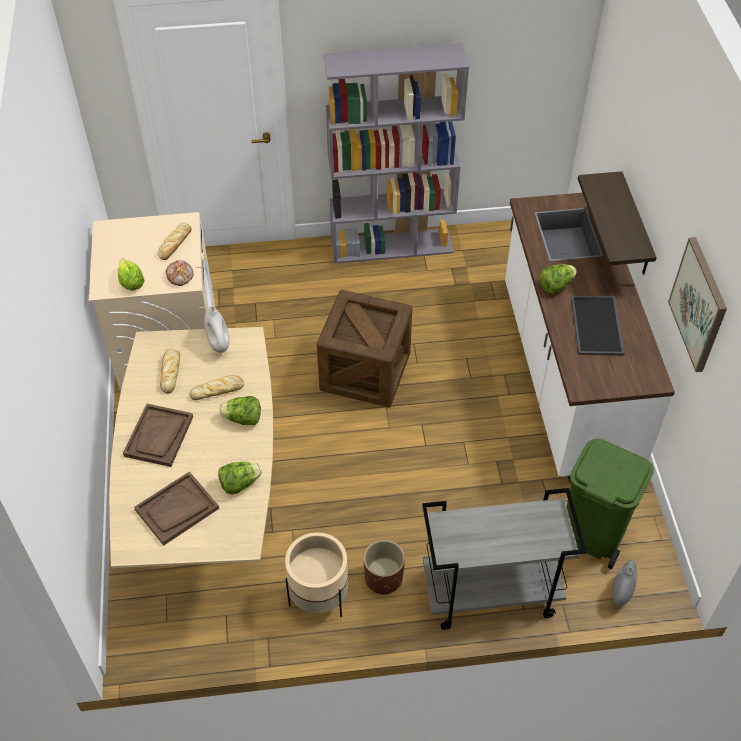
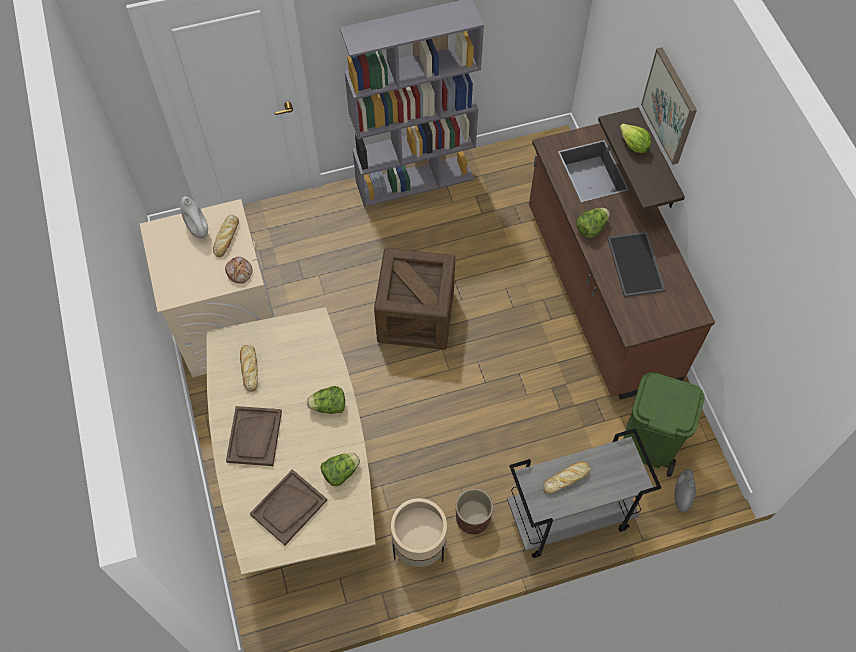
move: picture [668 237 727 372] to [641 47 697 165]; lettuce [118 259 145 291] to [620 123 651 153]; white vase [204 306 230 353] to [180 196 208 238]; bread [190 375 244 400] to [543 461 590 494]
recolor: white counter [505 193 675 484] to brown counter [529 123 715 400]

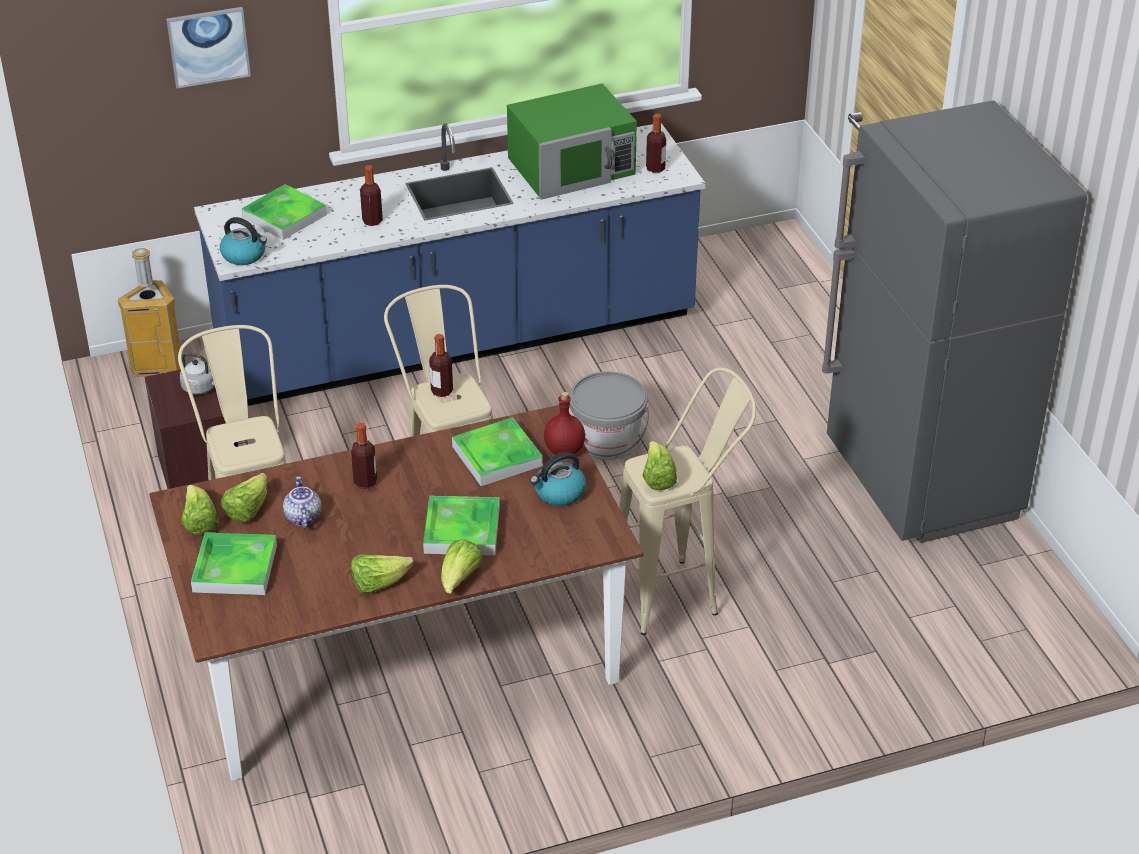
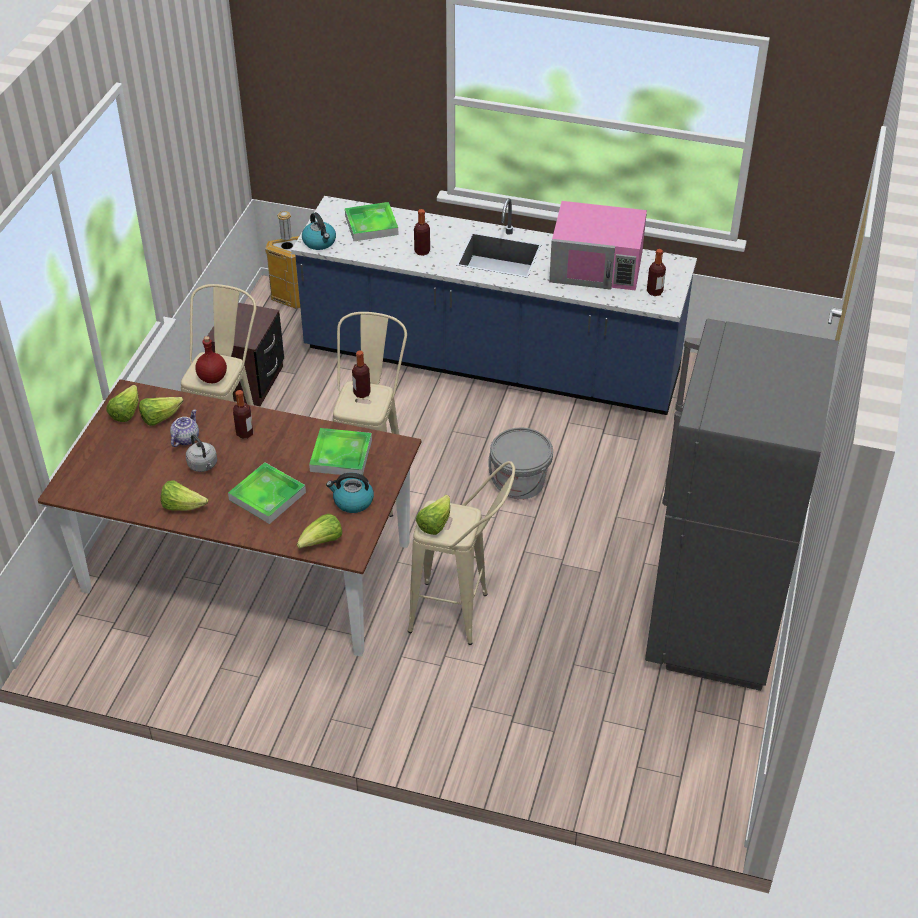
delete: picture [166 7 251 89]; tray [191 532 277 595]
move: grey kettle [180 353 215 395] to [186 434 217 472]; red bottle [544 392 585 455] to [195 336 227 384]; lettuce [441 539 483 594] to [297 514 342 549]
recolor: green microwave [507 84 637 200] to pink microwave [549 201 647 291]

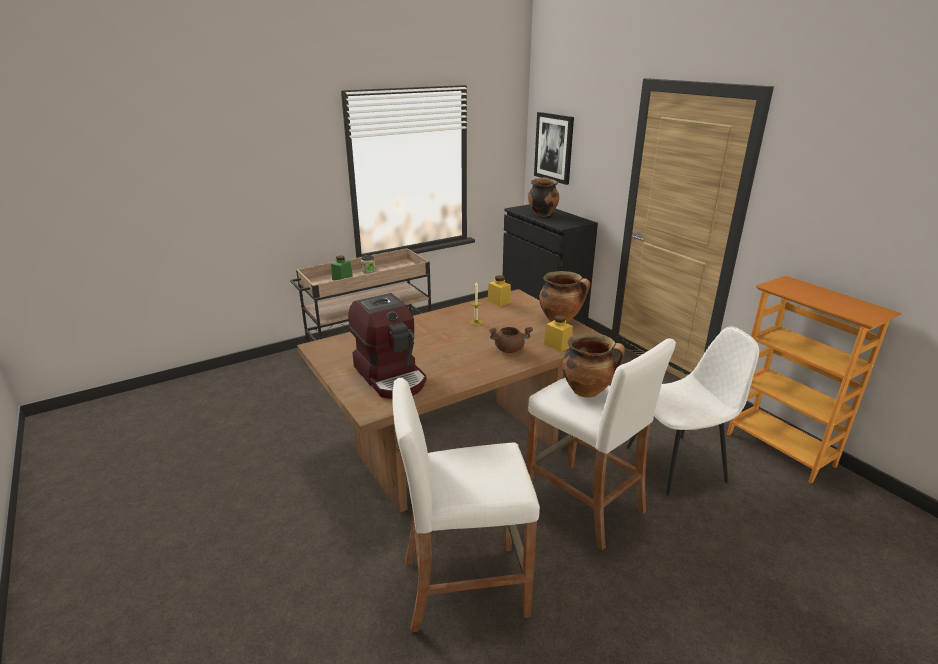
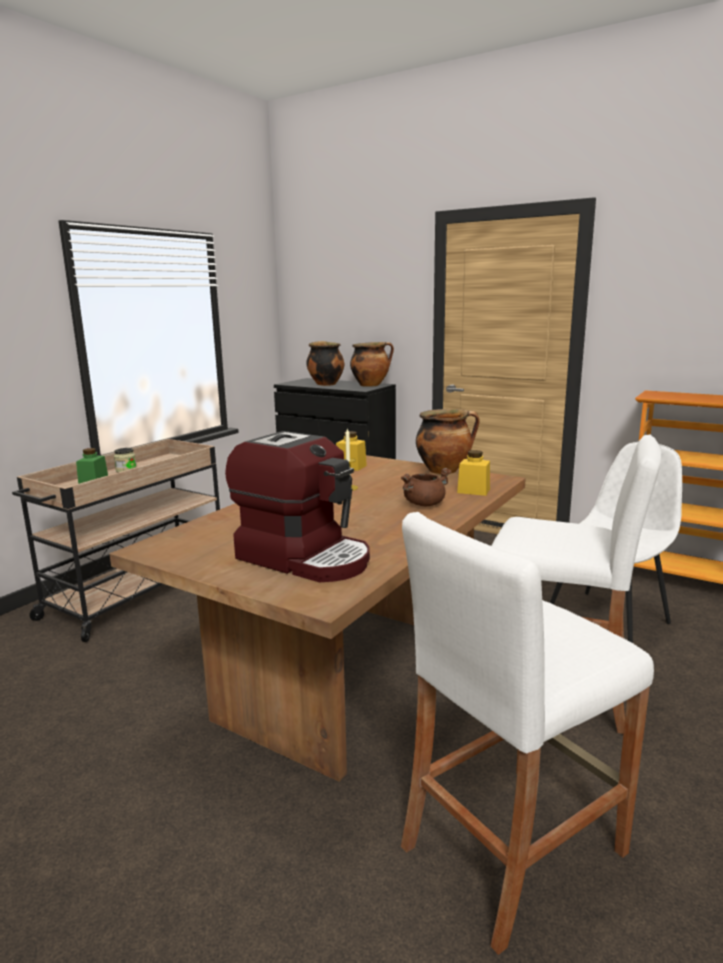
delete: picture [534 112 574 185]
move: cooking pot [562 333 625 398] to [350 342 394 387]

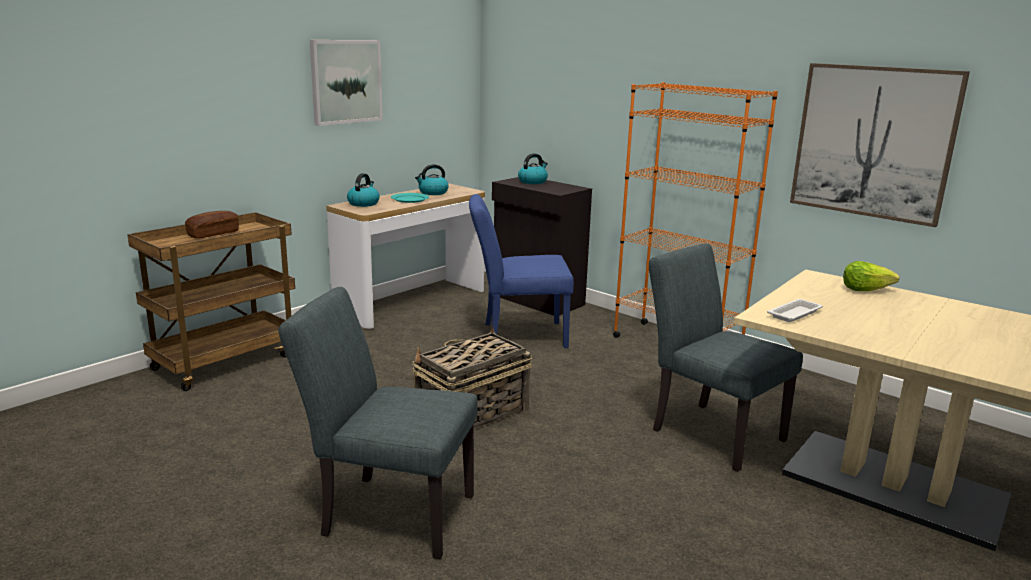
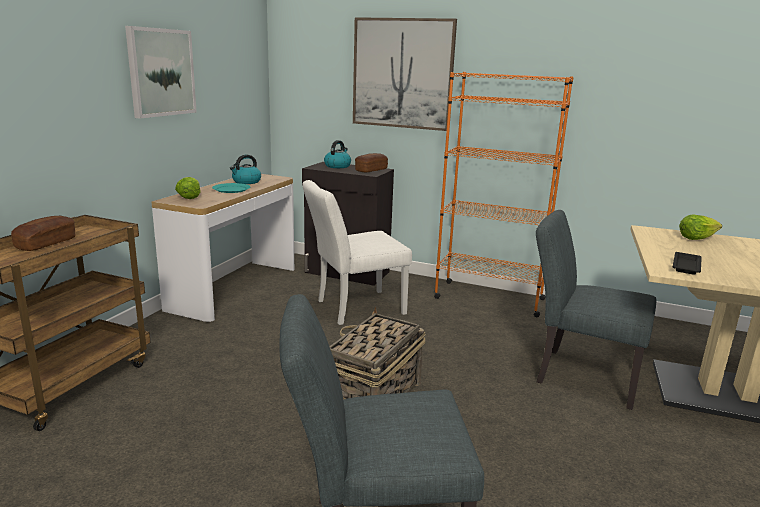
insert: bread [355 153 388 172]
move: picture [790 63 970 227] to [353 17 457 131]
replace: kettle [347 173 380 207] to lettuce [175 177 200 199]
recolor: blue chair [469 194 574 348] to white chair [302 180 412 325]; white tray [767 299 823 322] to black tray [673 252 702 275]

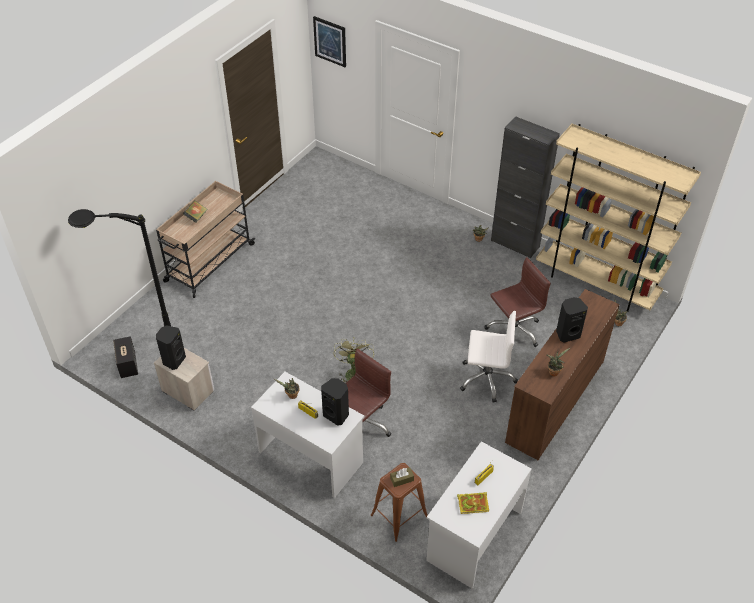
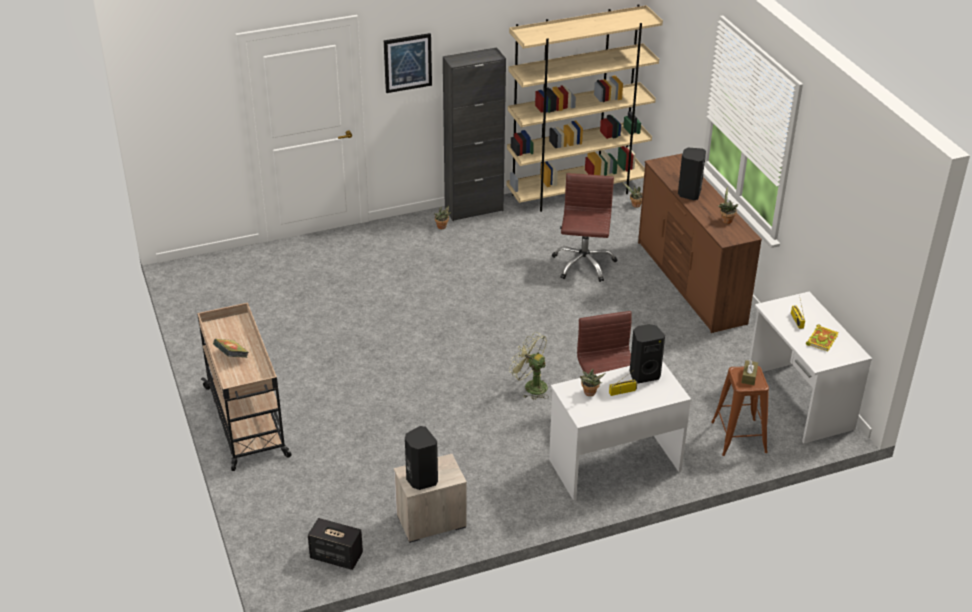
delete: black floor lamp [68 209 171 326]; white office chair [460 311 518 403]
move: picture [313 16 346 67] to [384 33 432 93]

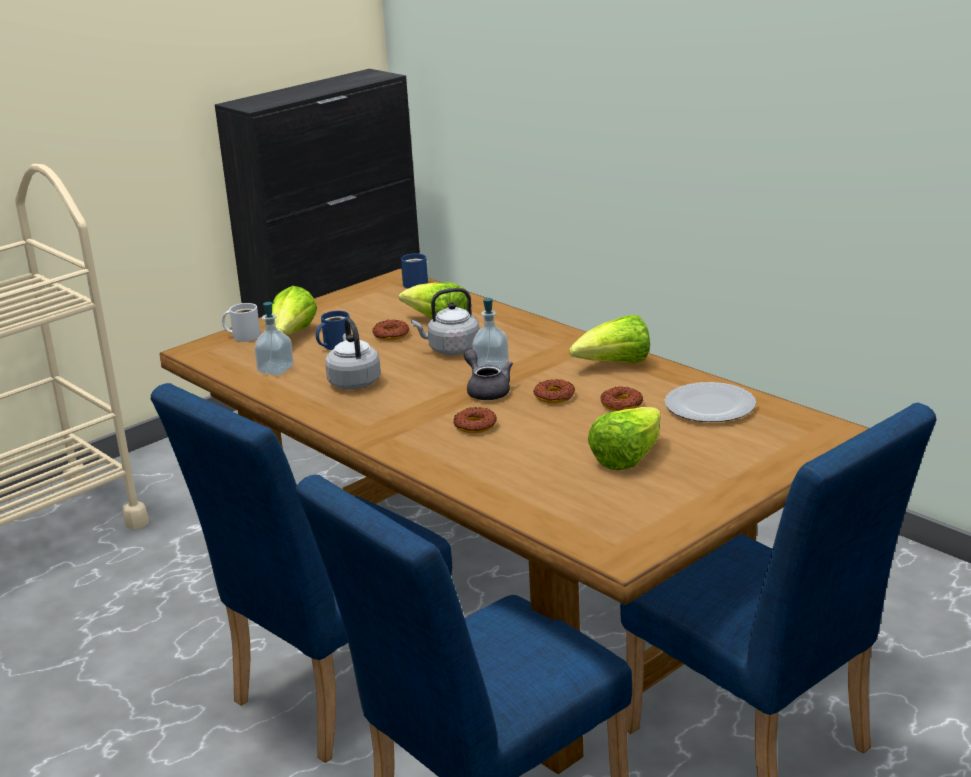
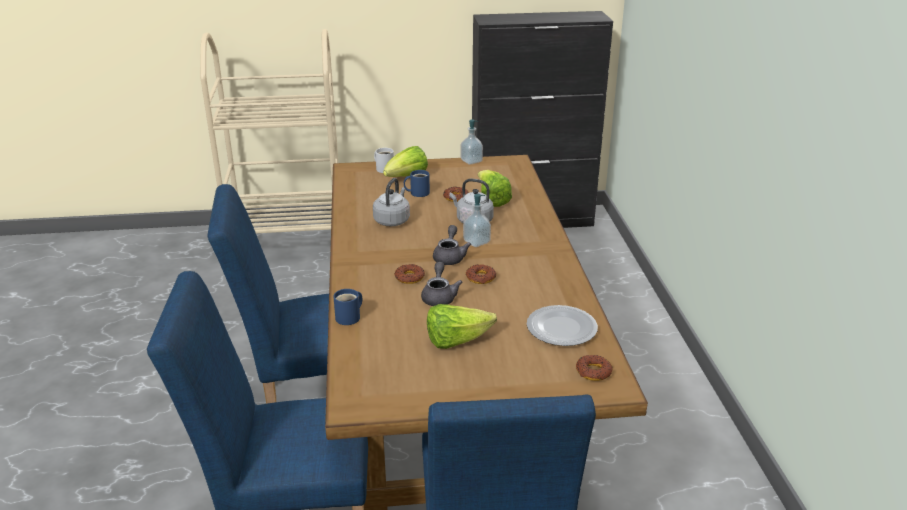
delete: lettuce [569 315 650 364]
insert: grey teapot [421 262 462 306]
move: blue mug [401 253 428 288] to [333 289 362 325]; soap dispenser [254 302 294 375] to [461 119 483 165]; donut [600 386 643 411] to [576 355 613 381]

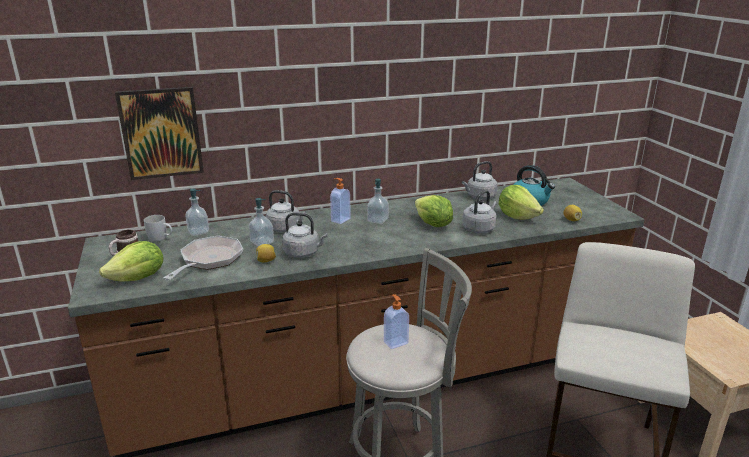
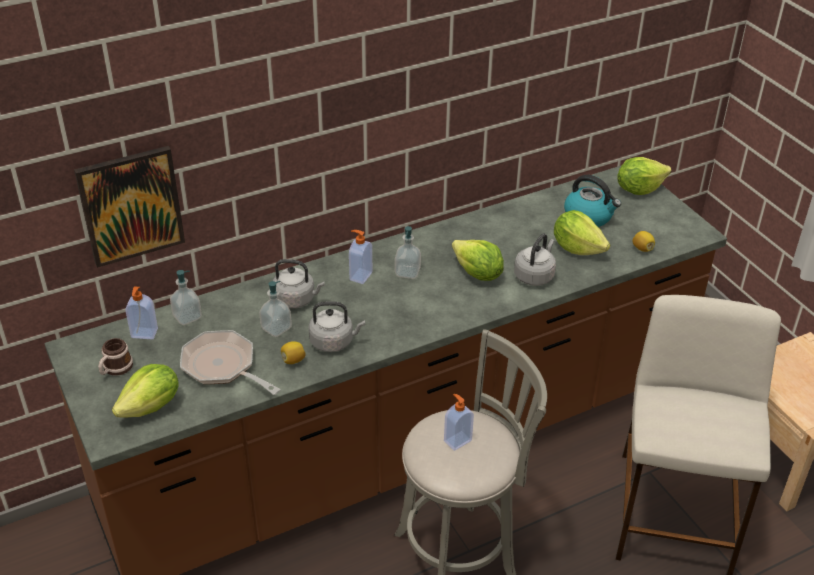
delete: grey kettle [462 161 498 200]
insert: lettuce [617 157 671 195]
replace: white mug [144 215 172 242] to soap dispenser [125 286 158 339]
rotate: frying pan [163 236 243 280] = [180 330 281 395] 60 degrees counterclockwise

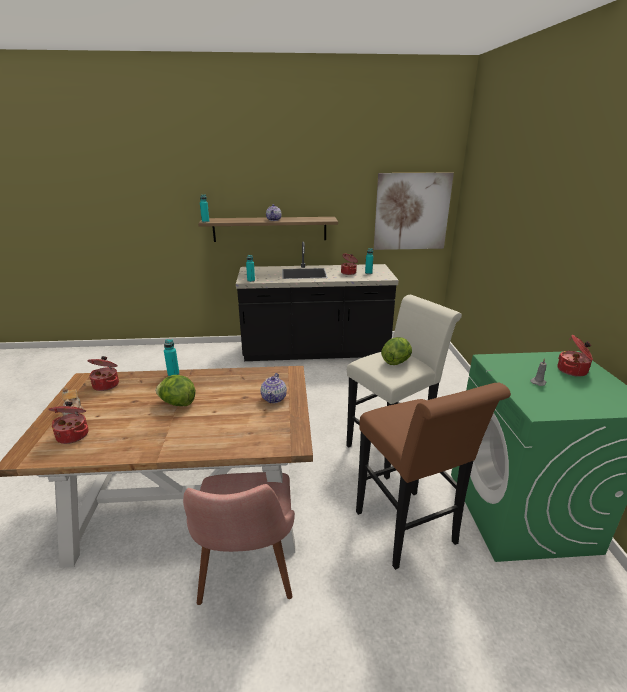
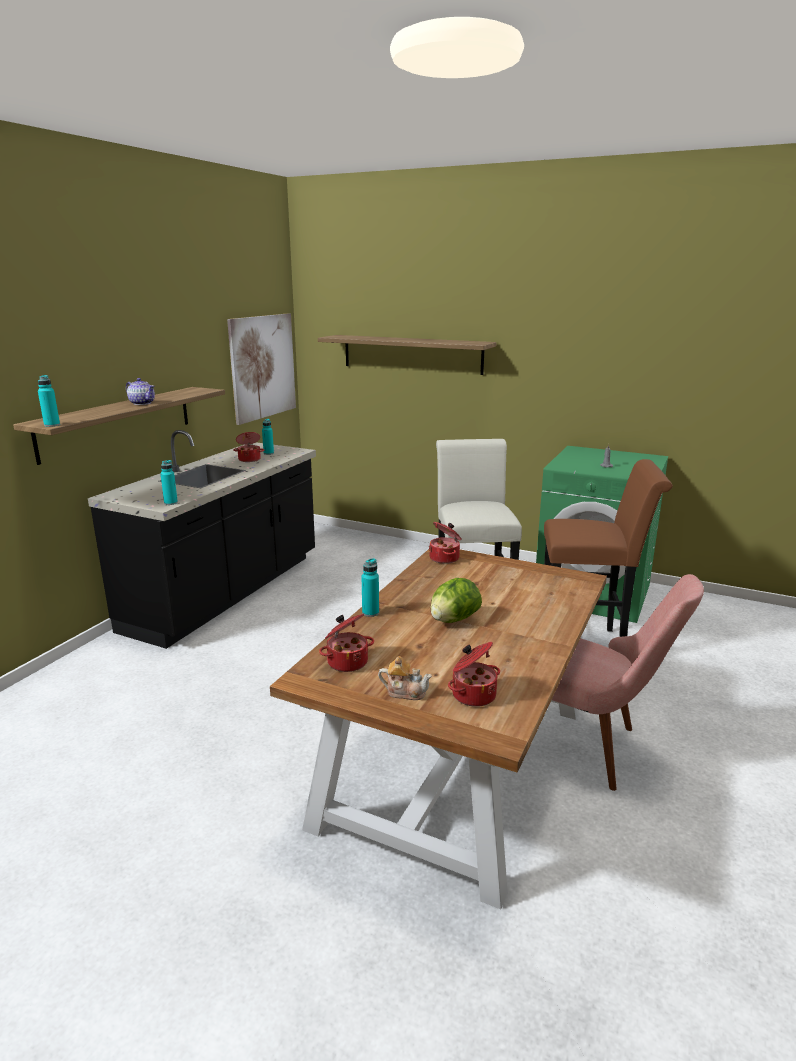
delete: lettuce [381 337 412 365]; teapot [261 373 287 403]
insert: shelf [318 335 497 375]
move: cooking pot [557 335 593 377] to [429 522 462 564]

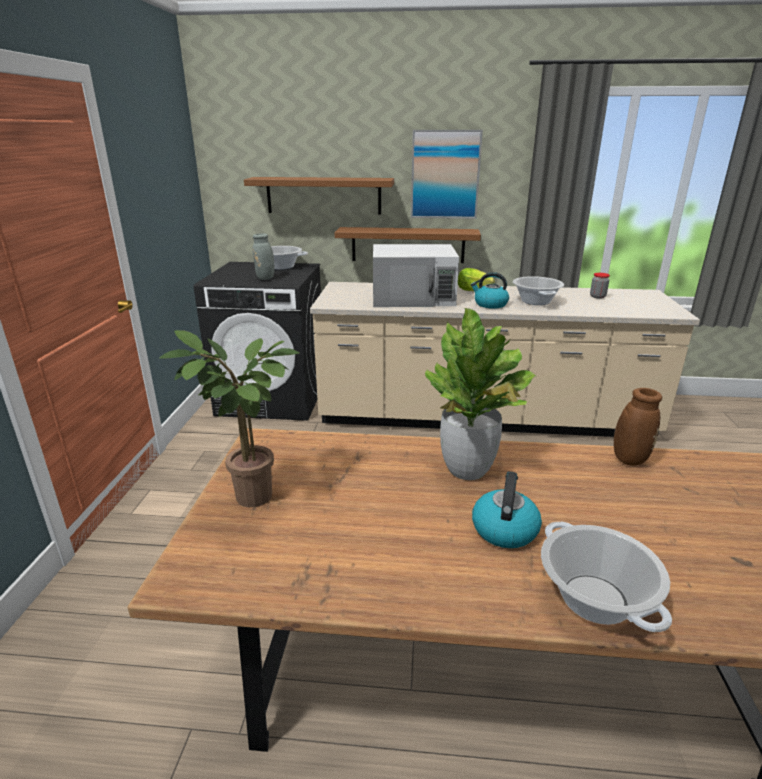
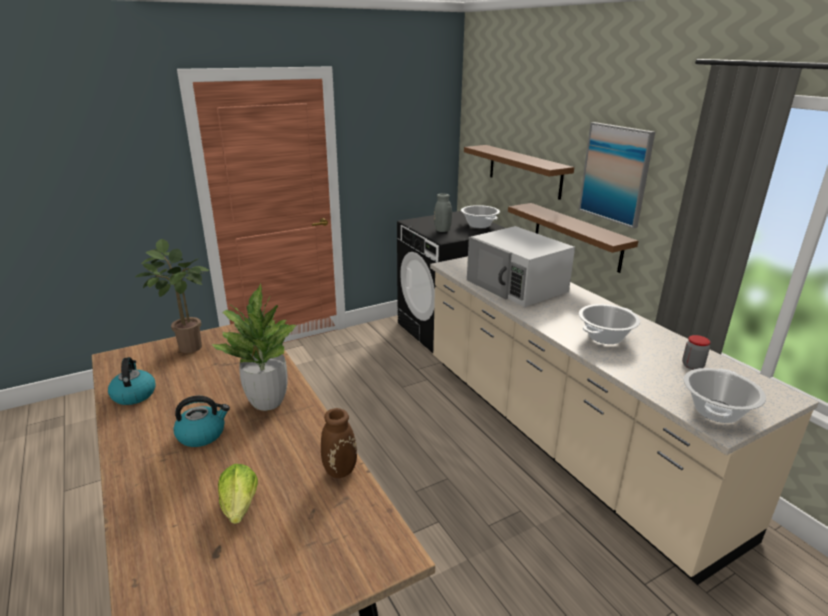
move: lettuce [458 268 495 291] to [218 464 258 524]; kettle [470 272 509 309] to [108 357 156 405]; cooking pot [541 521 672 632] to [683 368 766 423]

